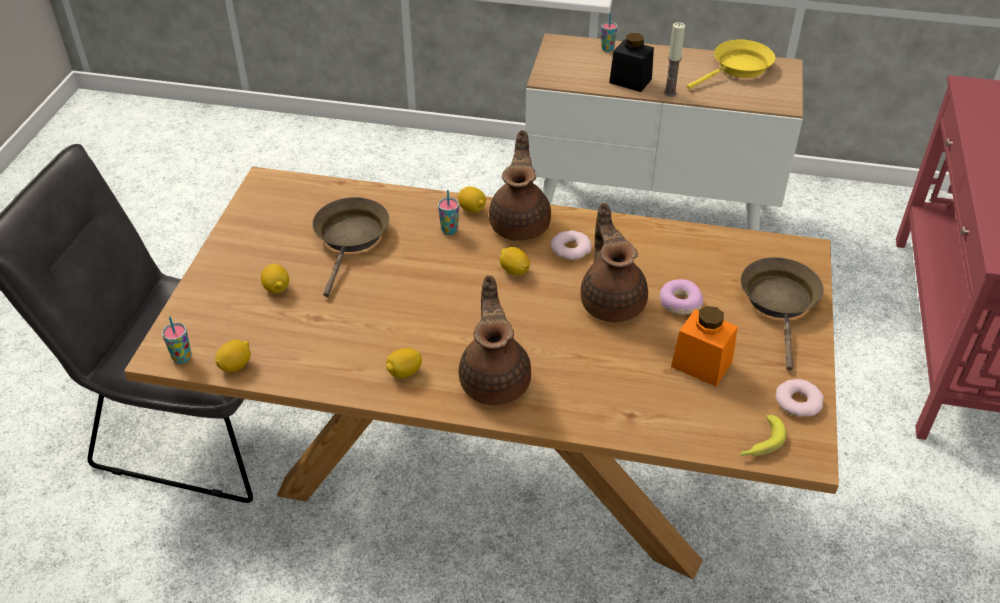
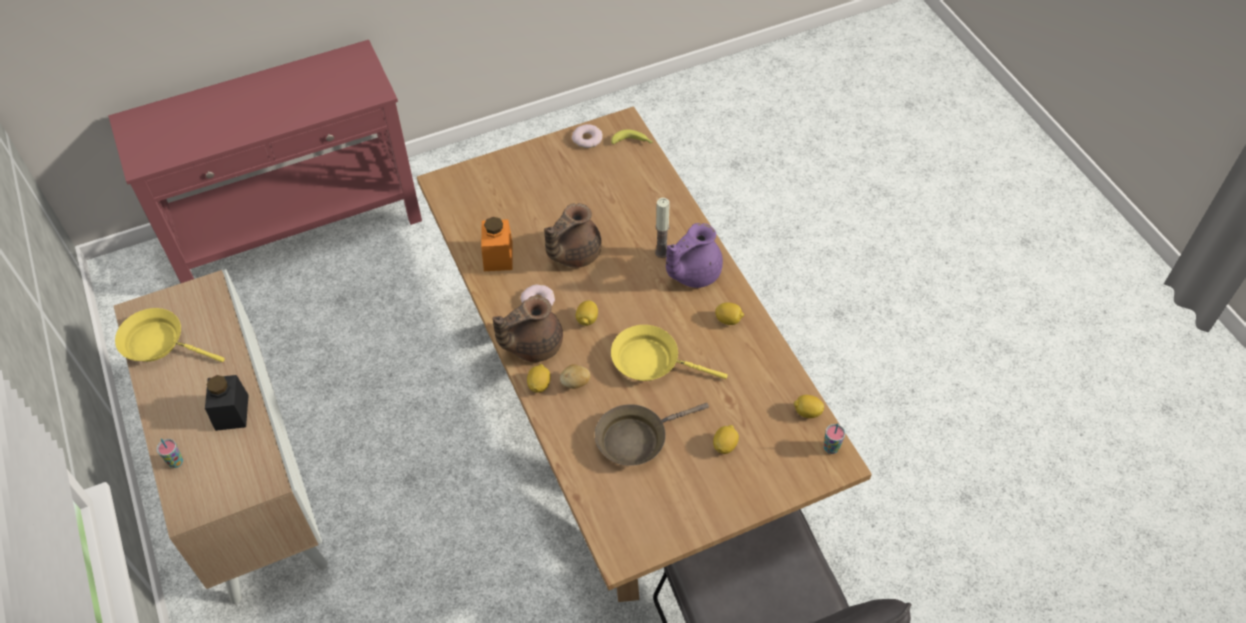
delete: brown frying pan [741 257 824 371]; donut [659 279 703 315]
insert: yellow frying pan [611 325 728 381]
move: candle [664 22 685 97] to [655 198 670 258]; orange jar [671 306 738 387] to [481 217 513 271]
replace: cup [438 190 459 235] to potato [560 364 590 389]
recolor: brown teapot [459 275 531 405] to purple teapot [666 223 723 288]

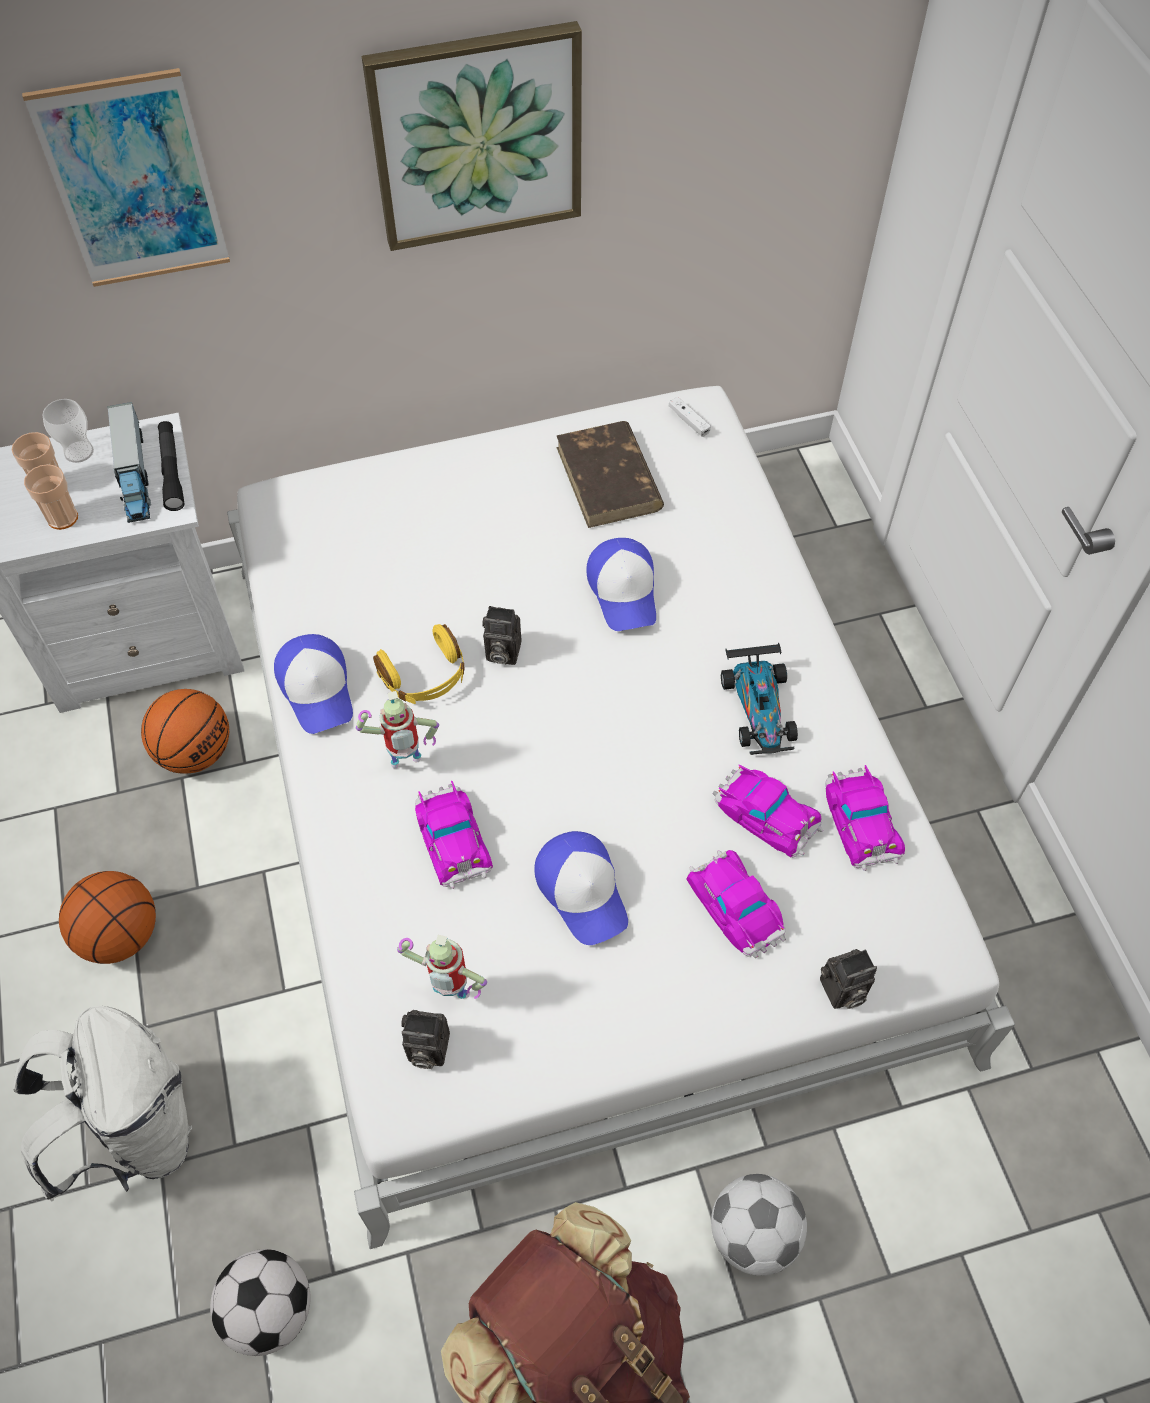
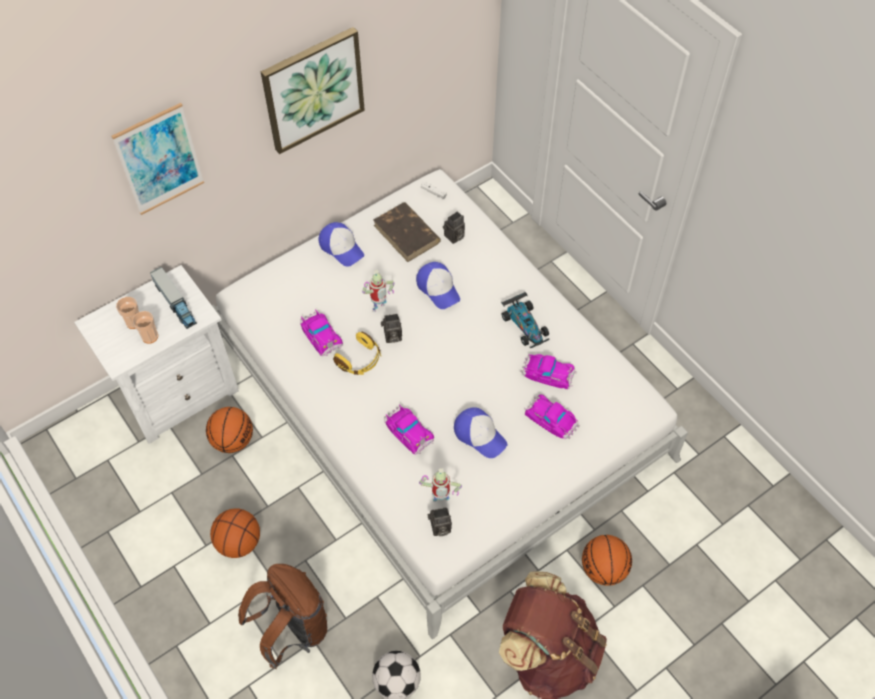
delete: cup [43 399 94 463]; black flashlight [158 421 185 511]
move: cap [274 634 353 734] to [319 222 364 267]; toy robot [356 691 439 768] to [362 270 395 312]; toy car [825 765 905 871] to [300 309 343 356]; photo camera [820 949 877 1009] to [443 211 465 244]
replace: football [711 1174 807 1276] to basketball [582 535 632 586]
recolor: white backpack [13 1006 192 1201] to brown backpack [238 564 327 669]

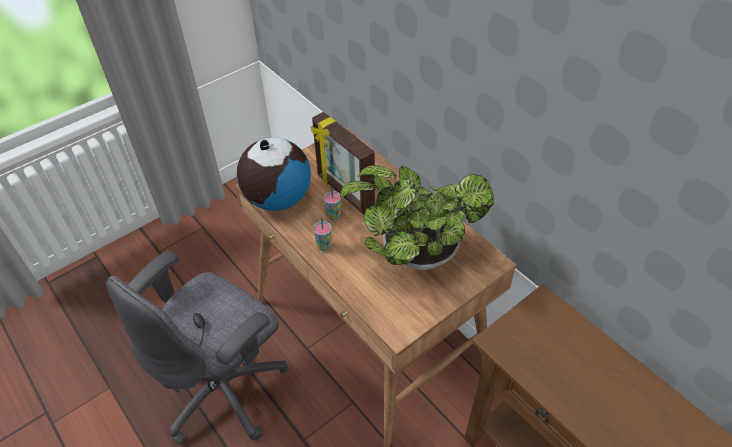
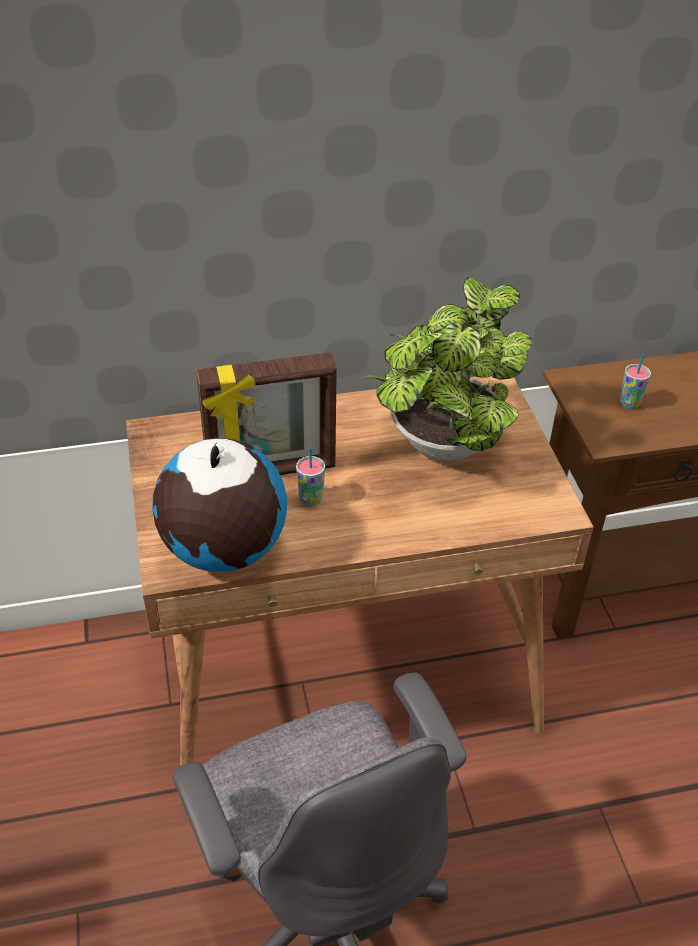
move: cup [314 218 332 251] to [620 354 651 409]

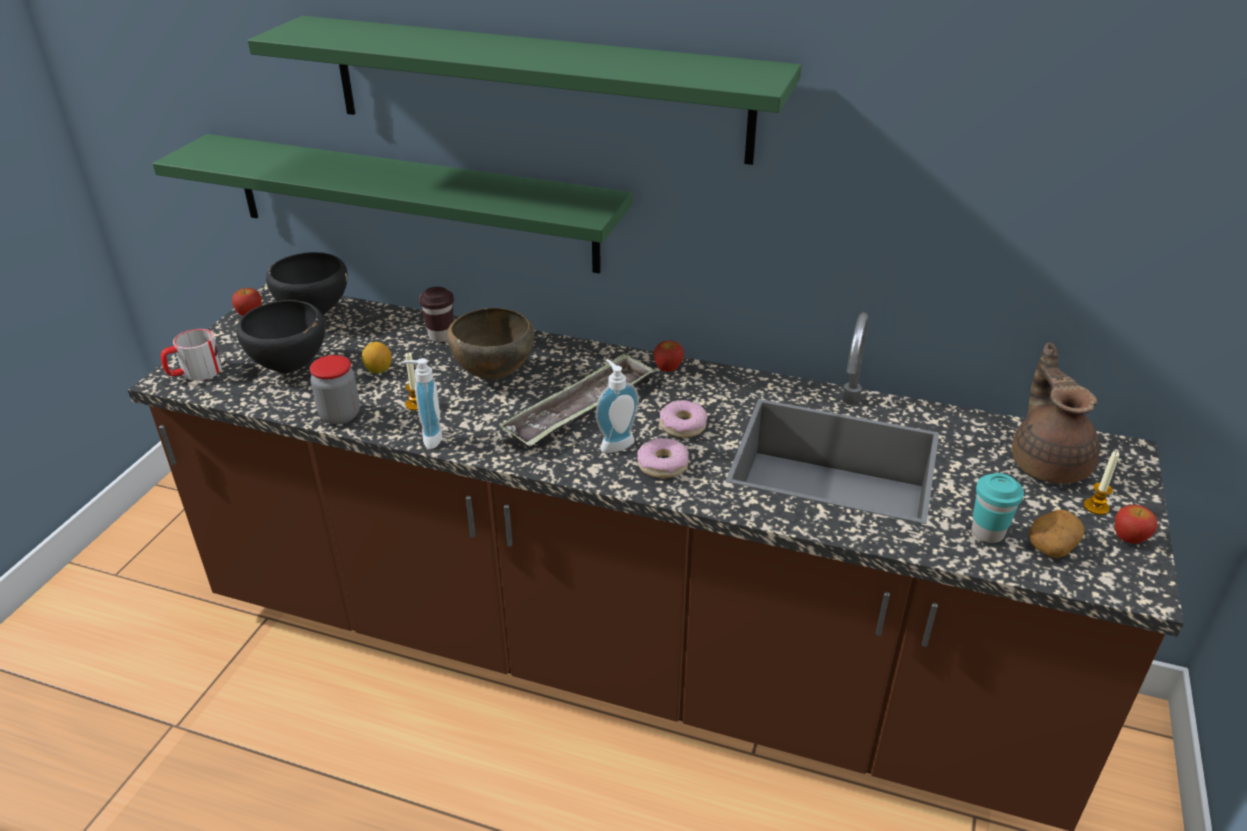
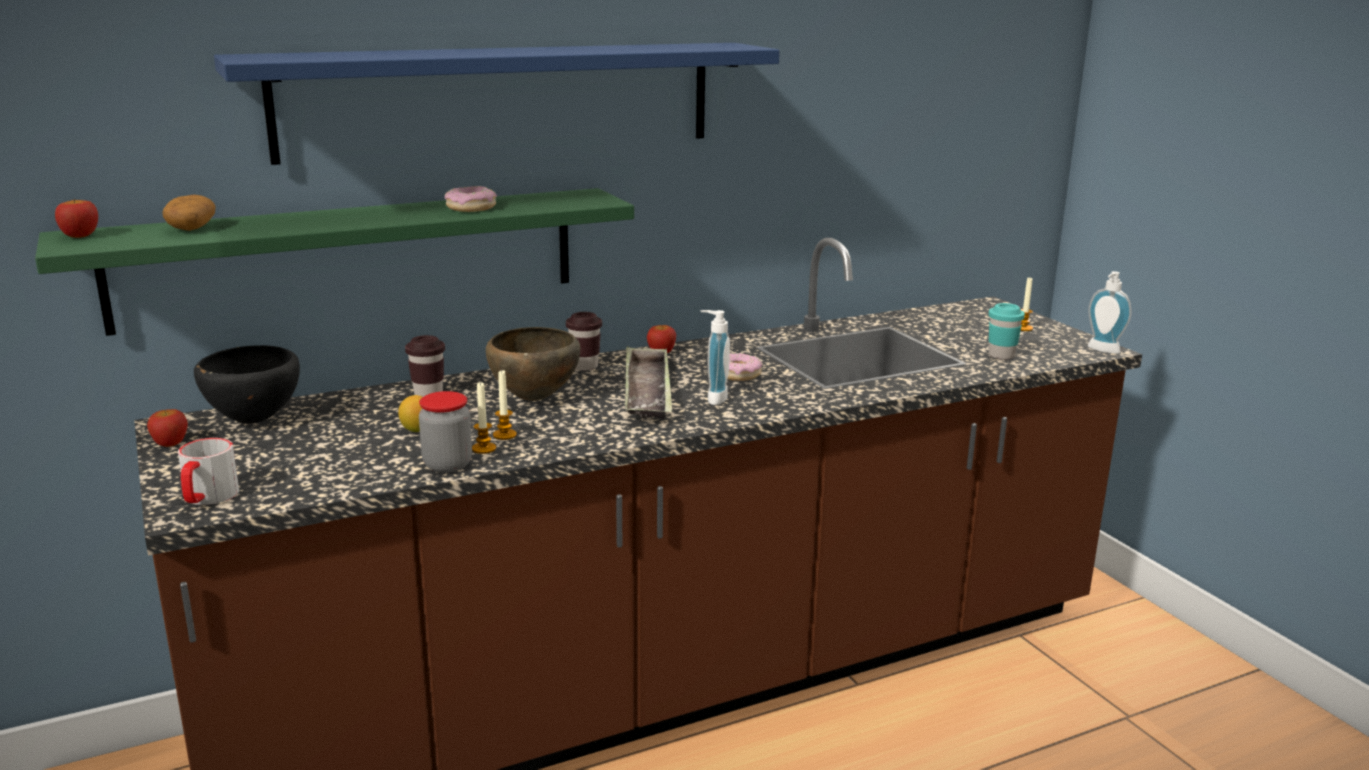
delete: black bowl [236 300 325 373]; brown teapot [1012 343 1100 484]
insert: brown cup [566 312 602 371]; candle [472 381 496 454]
move: soap dispenser [401 358 442 449] to [1088 271 1132 354]; donut [637 438 689 478] to [445 186 497 212]; apple [1115 505 1157 544] to [55 199 98 238]; potato [1029 510 1084 558] to [162 195 216 231]
recolor: green shelf [247 16 802 165] to blue shelf [214 43 780 165]

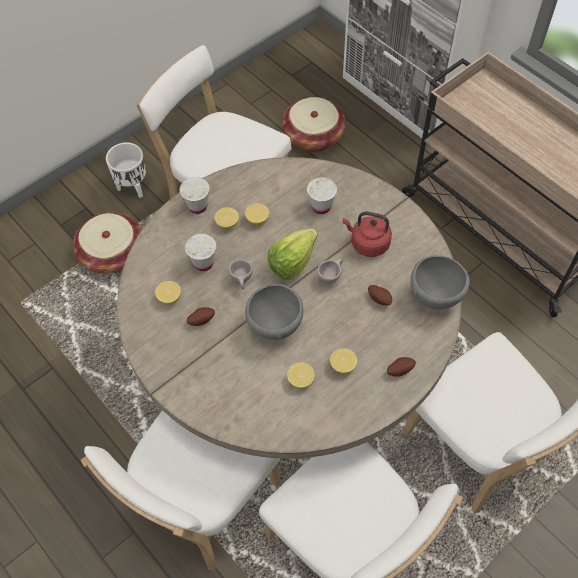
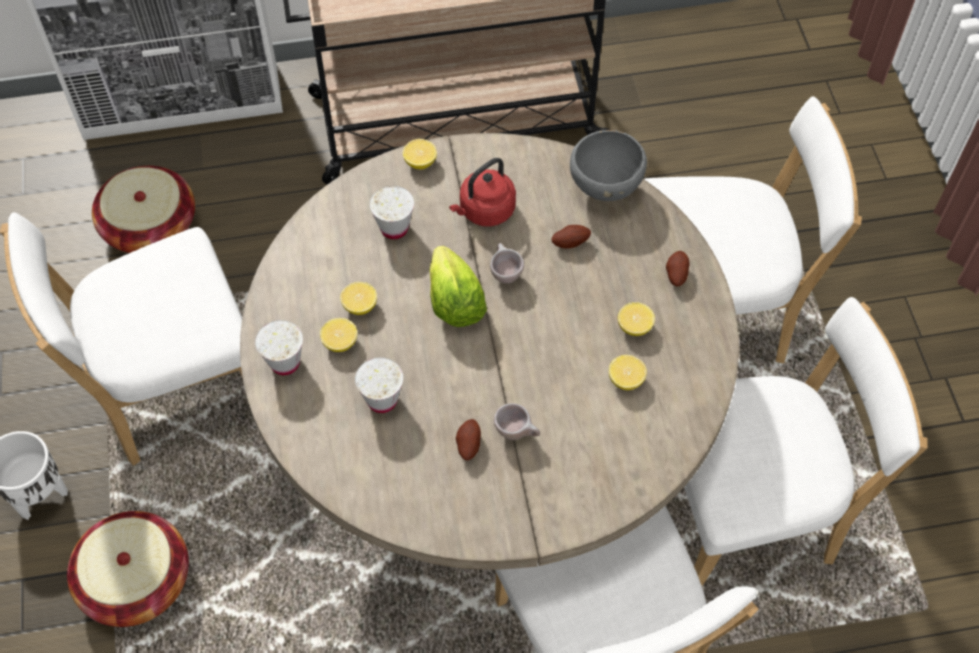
delete: grey bowl [245 284 303 340]
move: beige cup [229 259 253 289] to [494 403 540 440]; lemon [155 281 181 304] to [403 139 437 169]

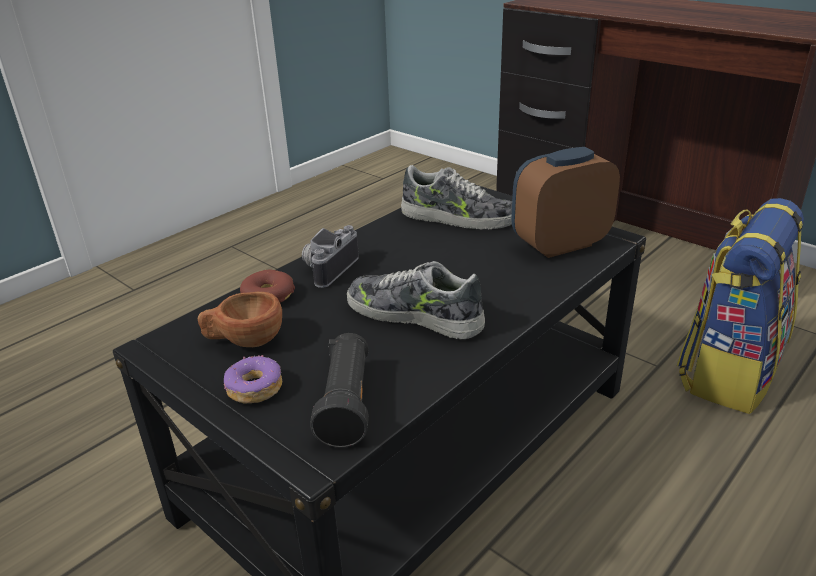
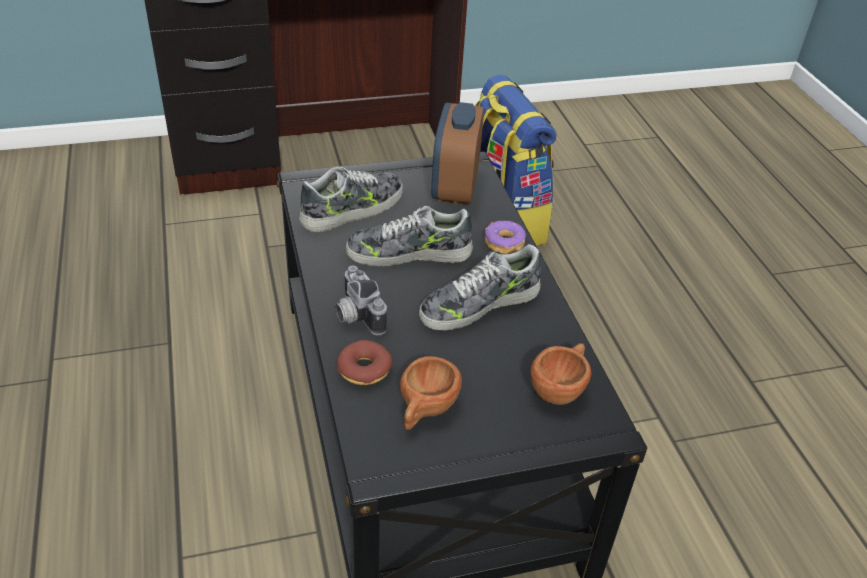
insert: shoe [346 206 473 267]
move: donut [224 355 282 403] to [485 221 526 254]
replace: black flashlight [310 333 369 448] to brown cup [530 343 591 405]

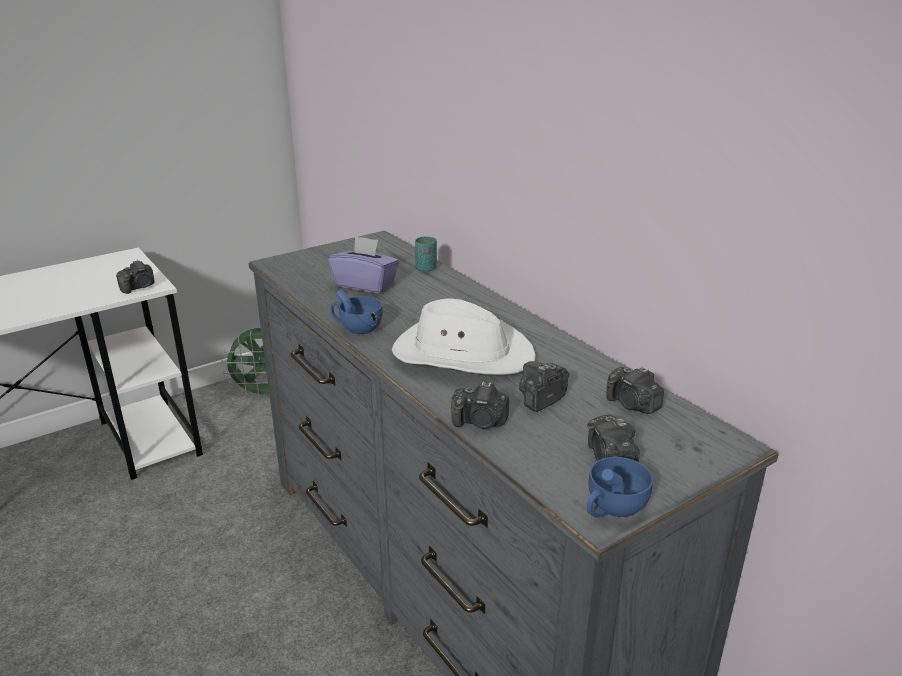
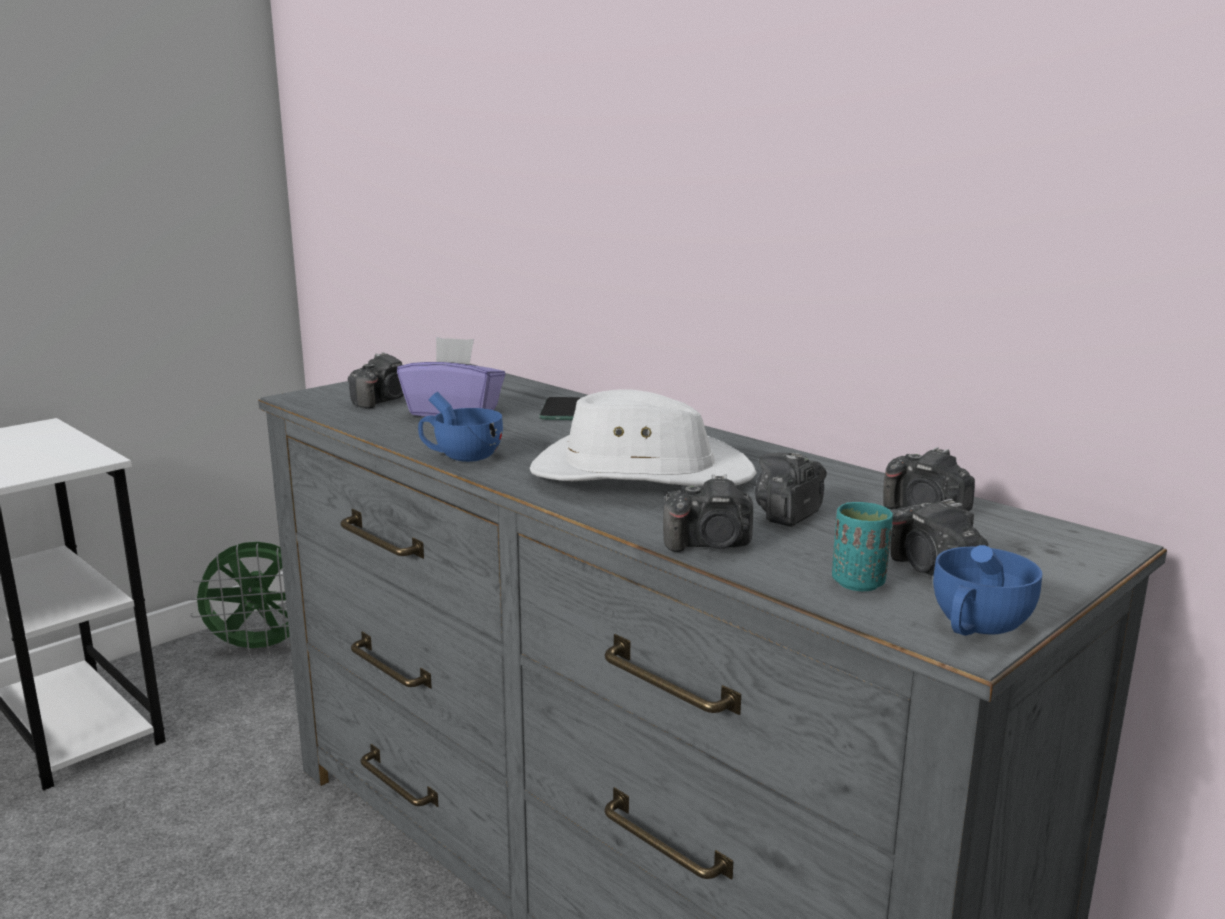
insert: phone [539 397 580 420]
move: turquoise cup [415 236 437 272] to [832 502 893 591]; photo camera [116 260 155 294] to [348 352 404 408]

